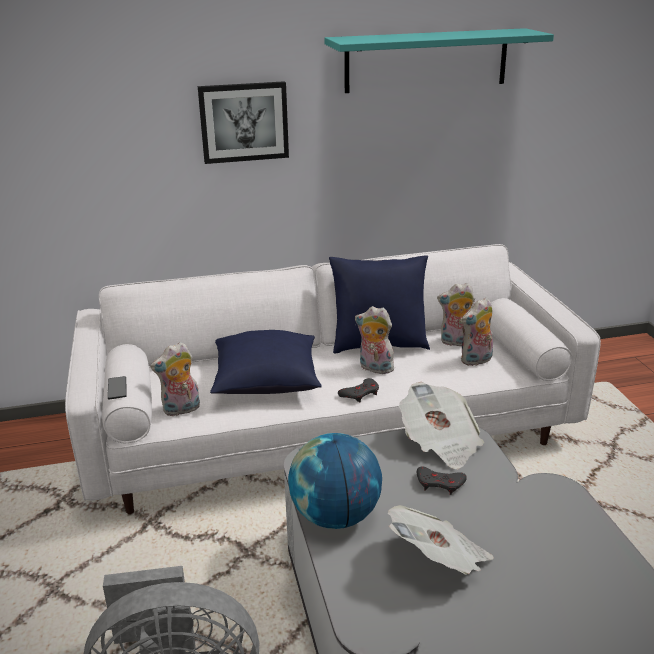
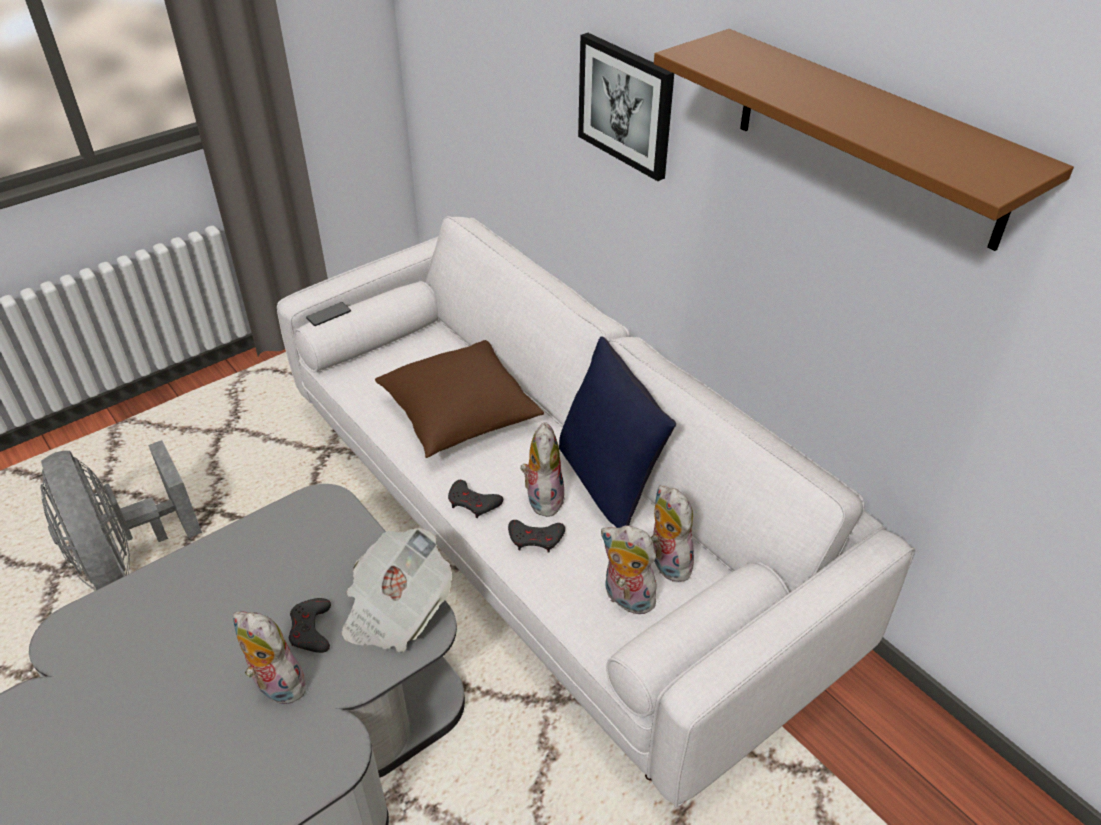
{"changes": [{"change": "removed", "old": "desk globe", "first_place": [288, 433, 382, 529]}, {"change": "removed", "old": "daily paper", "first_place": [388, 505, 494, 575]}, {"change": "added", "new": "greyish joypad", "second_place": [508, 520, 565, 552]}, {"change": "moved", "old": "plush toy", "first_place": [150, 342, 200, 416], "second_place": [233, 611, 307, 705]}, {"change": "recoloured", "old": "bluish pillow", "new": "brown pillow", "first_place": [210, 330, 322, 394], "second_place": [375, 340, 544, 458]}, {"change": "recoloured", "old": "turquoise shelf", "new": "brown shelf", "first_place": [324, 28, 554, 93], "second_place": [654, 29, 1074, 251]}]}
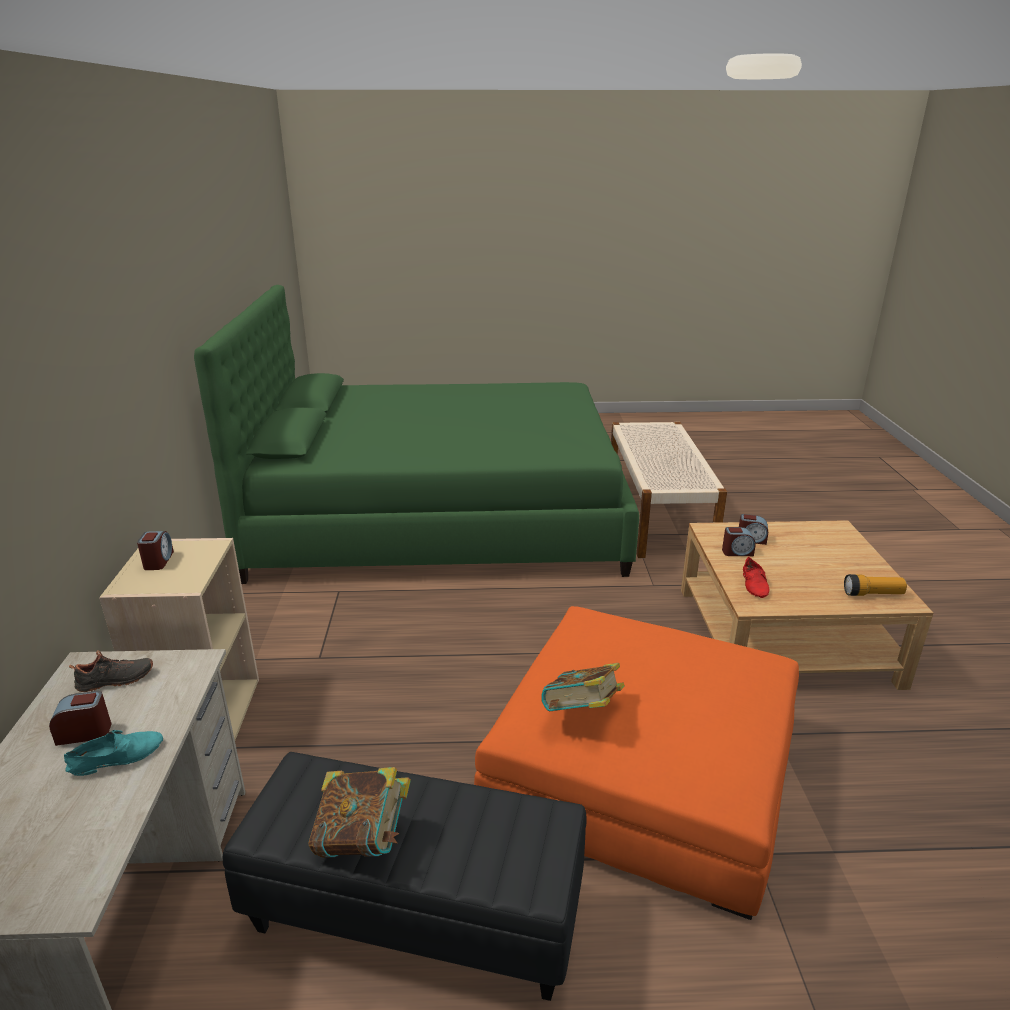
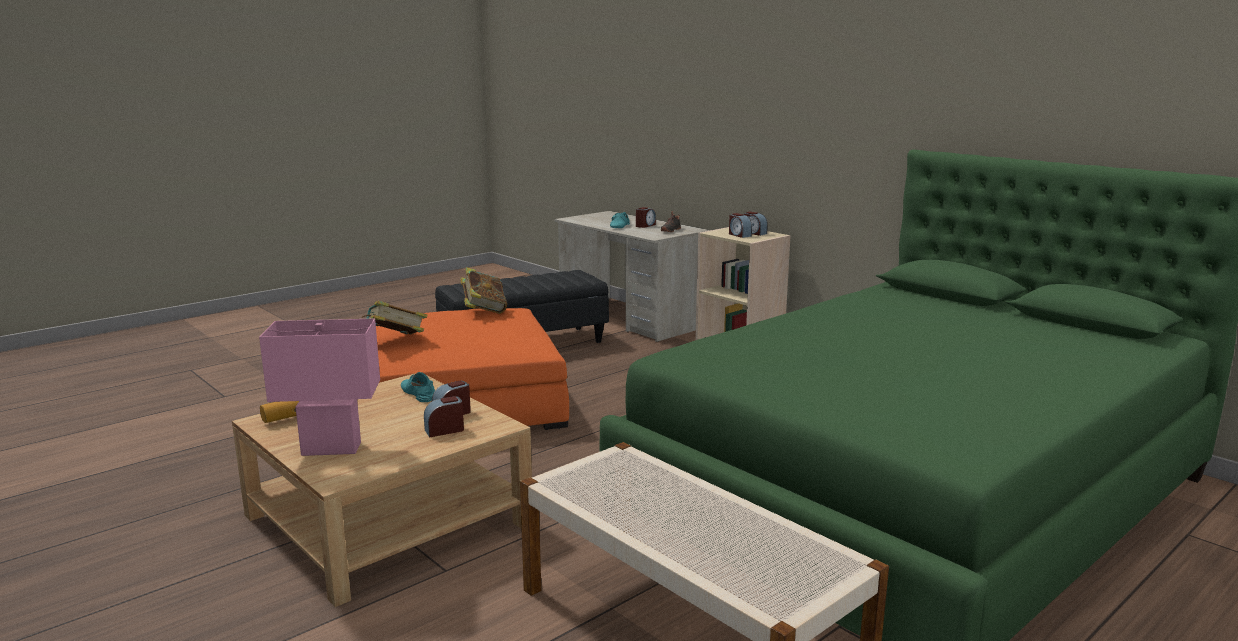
{"changes": [{"change": "added", "new": "pink-coloured table lamp", "second_place": [259, 319, 380, 456]}, {"change": "added", "new": "table clock", "second_place": [729, 213, 752, 238]}, {"change": "moved", "old": "volume", "first_place": [309, 767, 411, 858], "second_place": [362, 301, 427, 334]}, {"change": "recoloured", "old": "red-coloured item of footwear", "new": "turquoise item of footwear", "first_place": [743, 557, 769, 598], "second_place": [401, 372, 435, 402]}]}
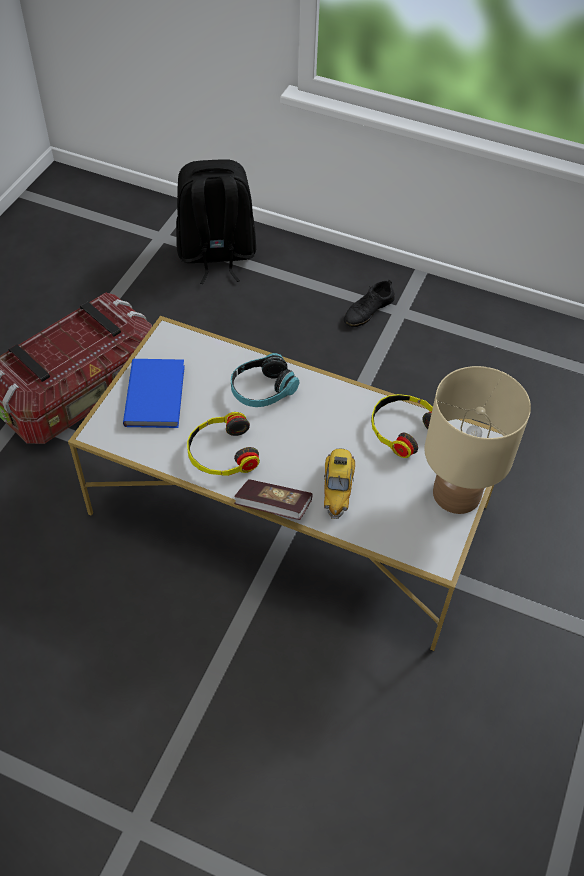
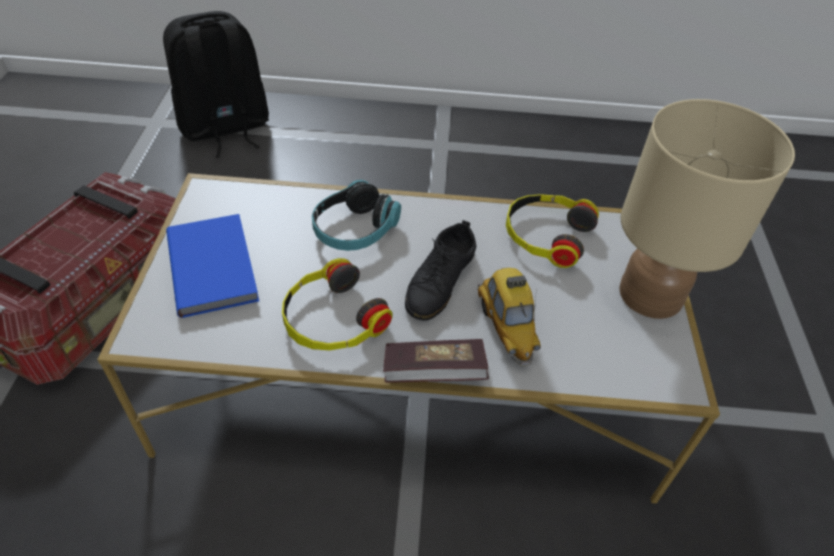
{"changes": [{"change": "moved", "old": "black item of footwear", "first_place": [344, 280, 395, 327], "second_place": [405, 220, 476, 321]}]}
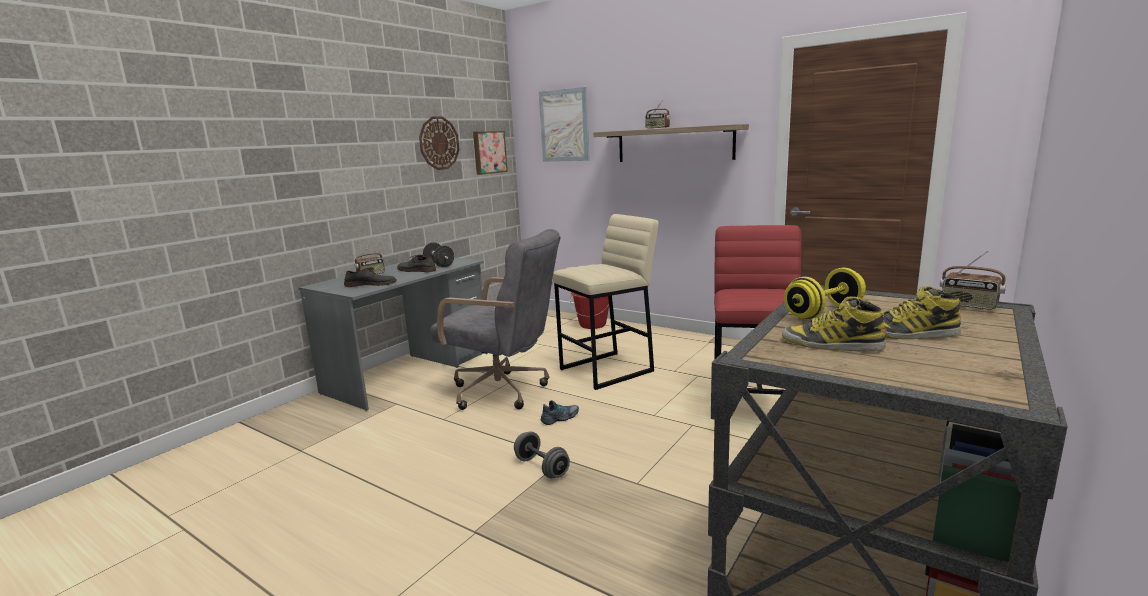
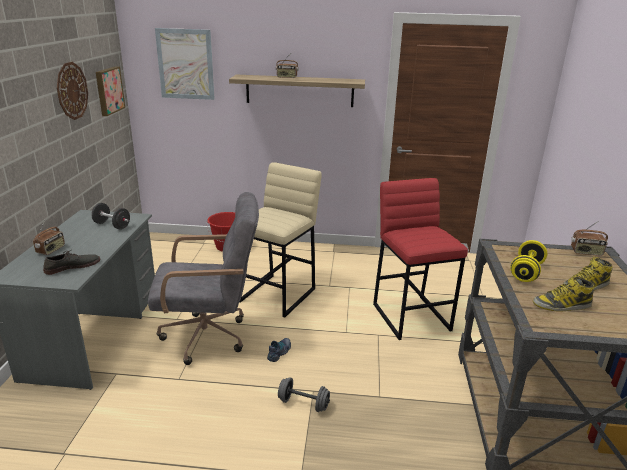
{"changes": [{"change": "removed", "old": "greyish item of footwear", "first_place": [397, 255, 436, 272]}]}
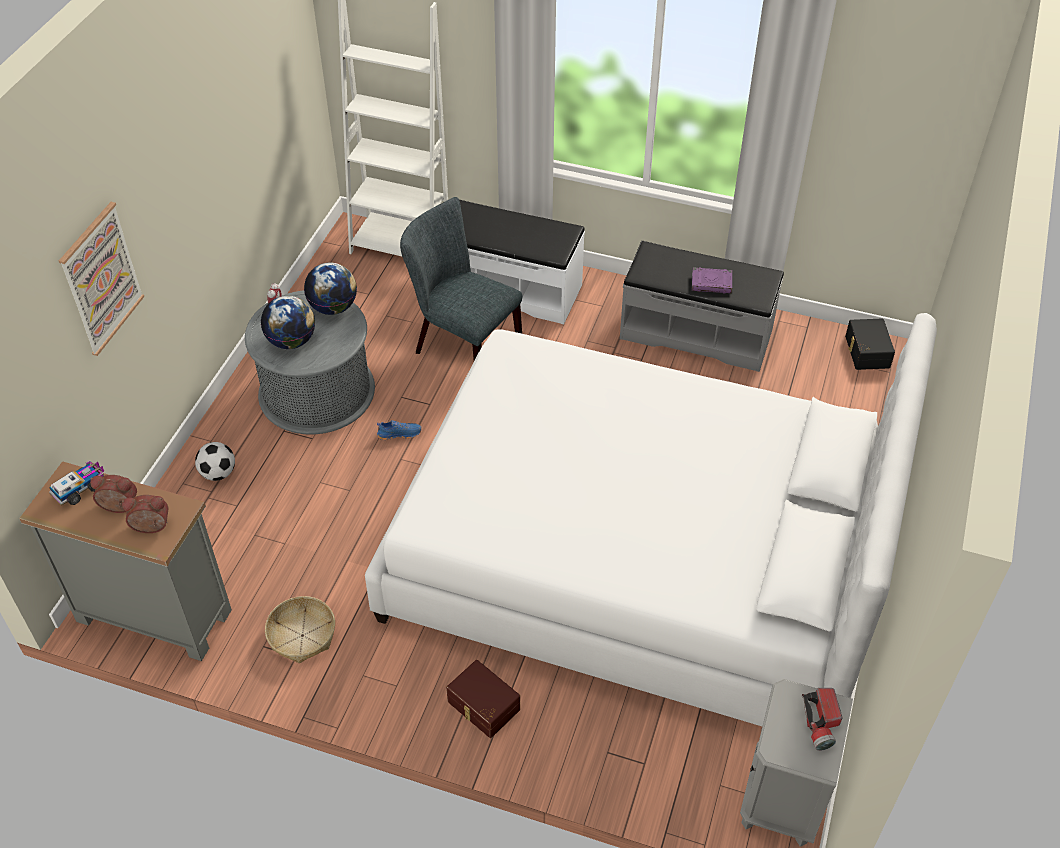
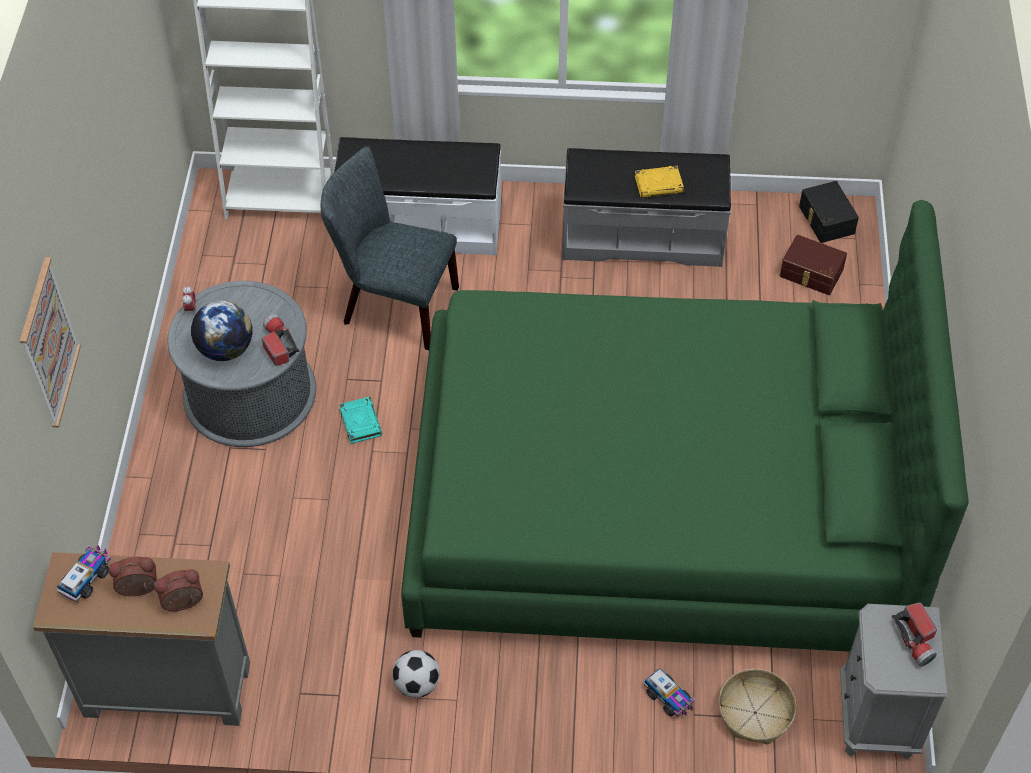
{"changes": [{"change": "removed", "old": "desk globe", "first_place": [304, 263, 357, 315]}, {"change": "added", "new": "torch", "second_place": [262, 314, 300, 366]}, {"change": "added", "new": "toy lorry", "second_place": [643, 668, 695, 717]}, {"change": "moved", "old": "football", "first_place": [195, 442, 235, 481], "second_place": [393, 650, 440, 698]}, {"change": "moved", "old": "storage basket", "first_place": [265, 596, 335, 663], "second_place": [718, 669, 797, 745]}, {"change": "moved", "old": "brown storage bin", "first_place": [446, 660, 520, 738], "second_place": [780, 235, 847, 295]}, {"change": "replaced", "old": "bluish item of footwear", "new": "turquoise volume", "first_place": [377, 420, 421, 440], "second_place": [339, 397, 382, 444]}, {"change": "recoloured", "old": "white bed", "new": "green-coloured bed", "first_place": [365, 313, 937, 726], "second_place": [401, 200, 969, 652]}, {"change": "recoloured", "old": "purple-coloured volume", "new": "yellow volume", "first_place": [692, 268, 732, 293], "second_place": [635, 166, 684, 198]}]}
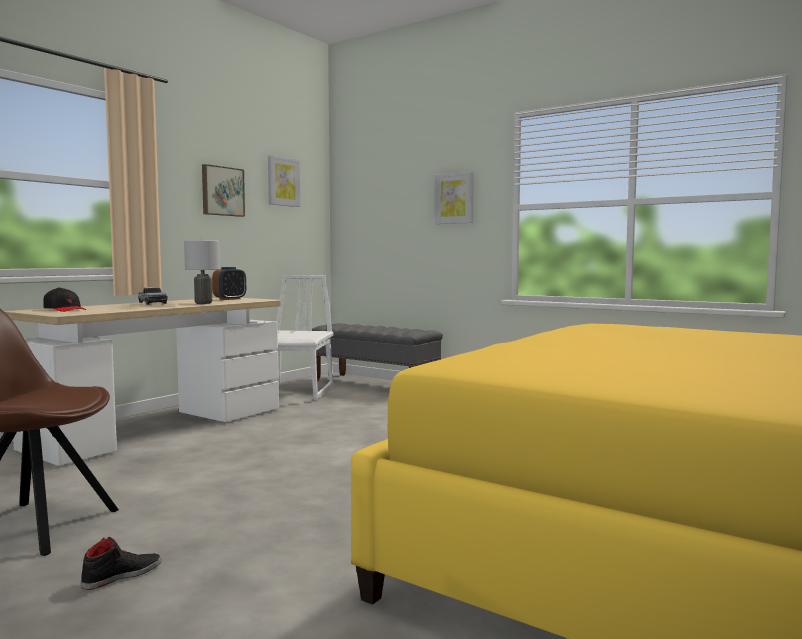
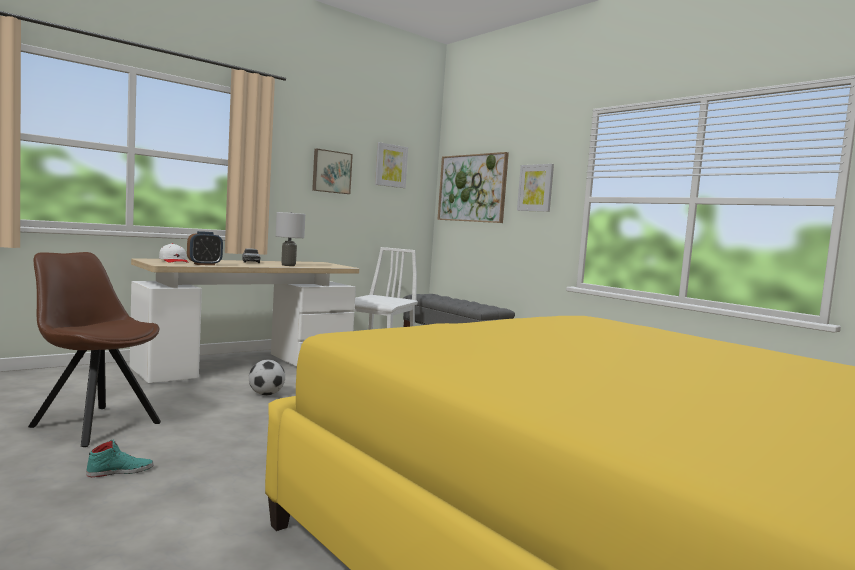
{"changes": [{"change": "added", "new": "football", "second_place": [249, 360, 285, 395]}, {"change": "added", "new": "wall art", "second_place": [437, 152, 509, 223]}, {"change": "moved", "old": "table clock", "first_place": [212, 267, 246, 300], "second_place": [187, 231, 223, 265]}, {"change": "recoloured", "old": "black peaked cap", "new": "white peaked cap", "first_place": [43, 287, 86, 312], "second_place": [159, 243, 189, 263]}, {"change": "recoloured", "old": "black item of footwear", "new": "turquoise item of footwear", "first_place": [81, 537, 161, 590], "second_place": [86, 440, 154, 477]}]}
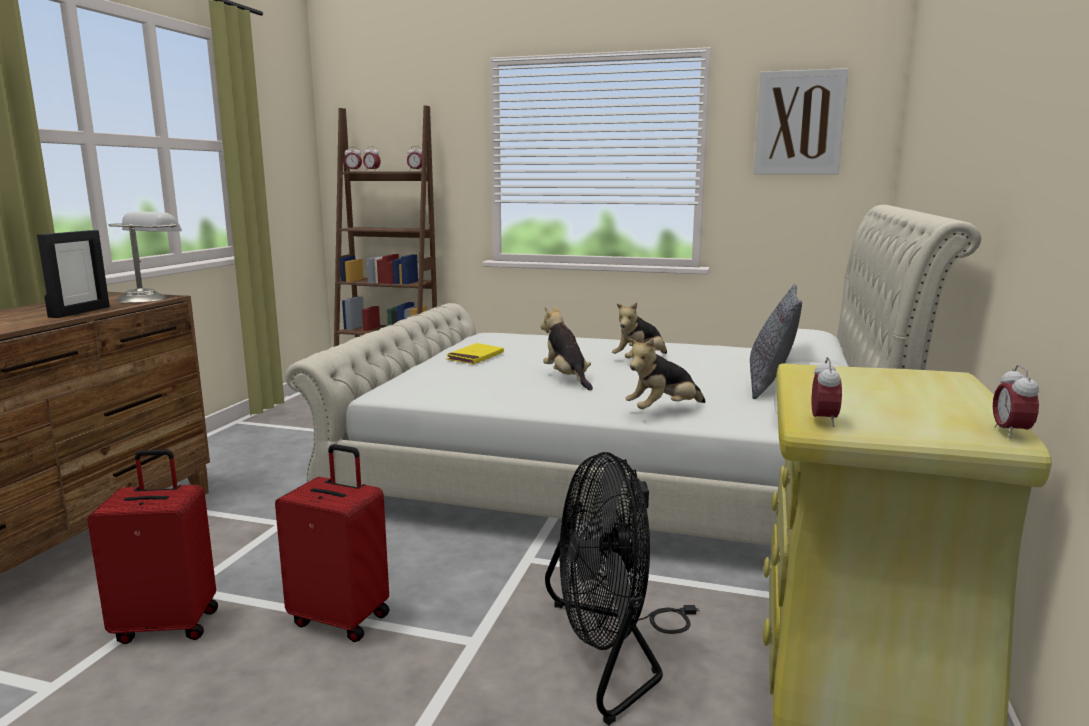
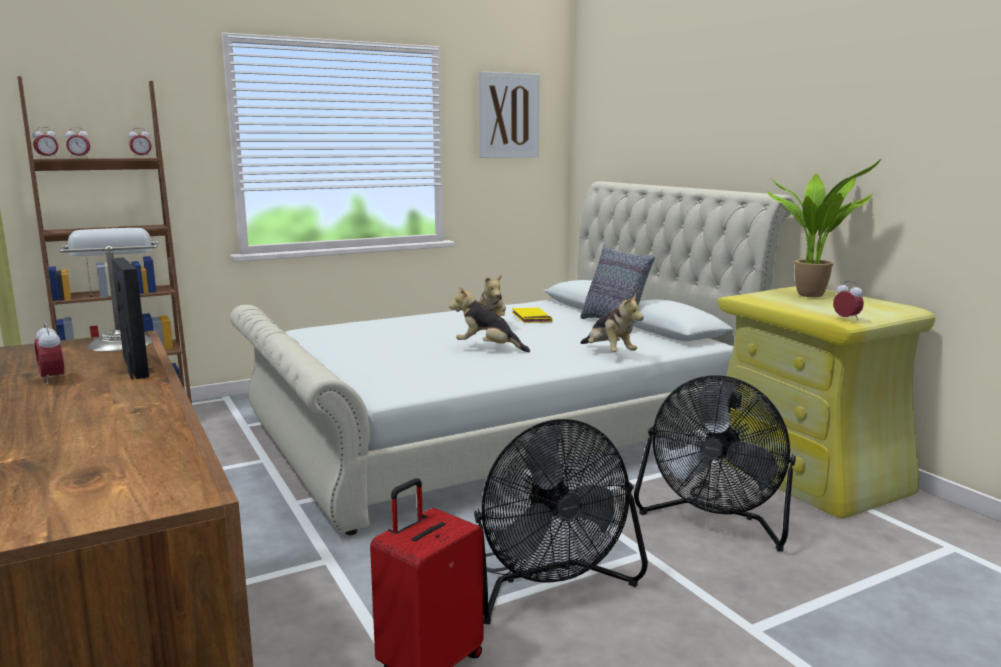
{"changes": [{"change": "added", "new": "potted plant", "second_place": [767, 158, 882, 297]}, {"change": "moved", "old": "yellow volume", "first_place": [446, 343, 504, 364], "second_place": [512, 308, 552, 323]}, {"change": "moved", "old": "table clock", "first_place": [993, 365, 1039, 438], "second_place": [35, 322, 64, 385]}, {"change": "replaced", "old": "red-coloured piece of luggage", "new": "black electric fan", "first_place": [275, 444, 390, 642], "second_place": [474, 419, 648, 624]}, {"change": "turned", "old": "plush toy", "first_place": [625, 338, 706, 409], "second_place": [581, 294, 644, 352], "degrees": -45}]}
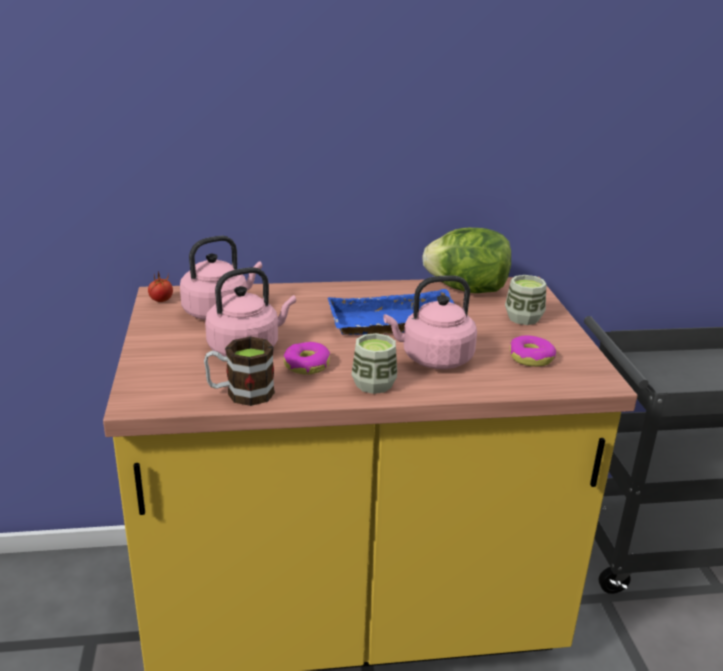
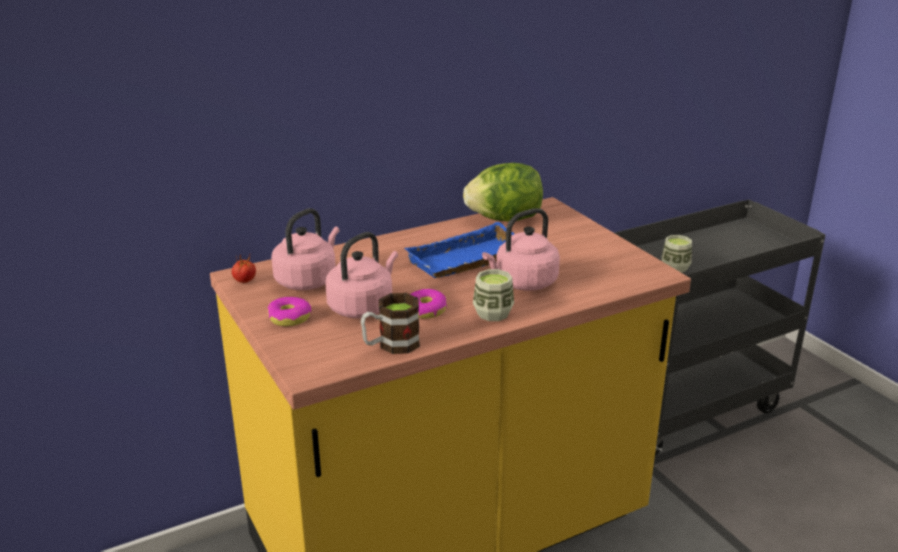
{"changes": [{"change": "moved", "old": "drinking cup", "first_place": [505, 275, 547, 325], "second_place": [661, 235, 692, 273]}, {"change": "moved", "old": "doughnut", "first_place": [510, 335, 556, 367], "second_place": [268, 297, 311, 326]}]}
